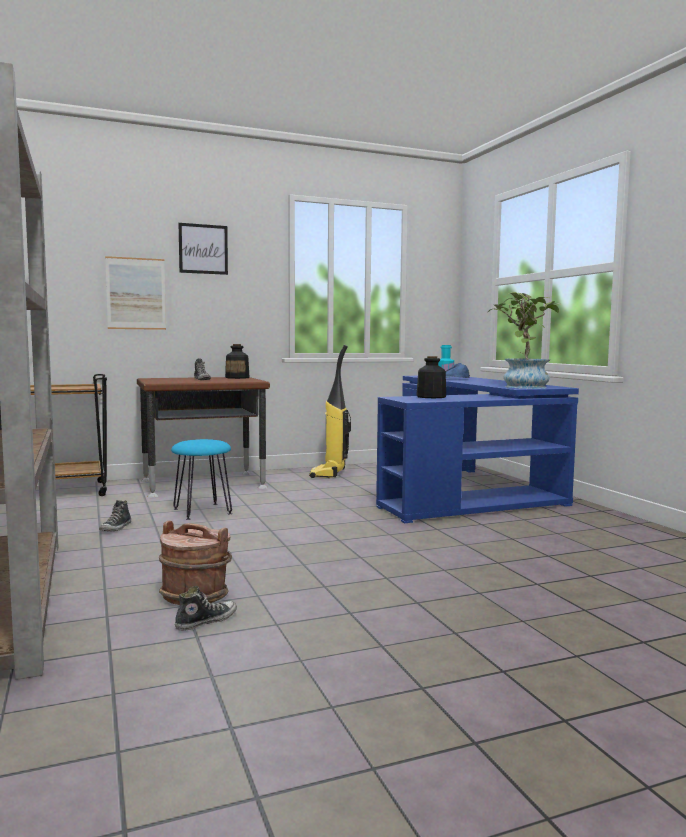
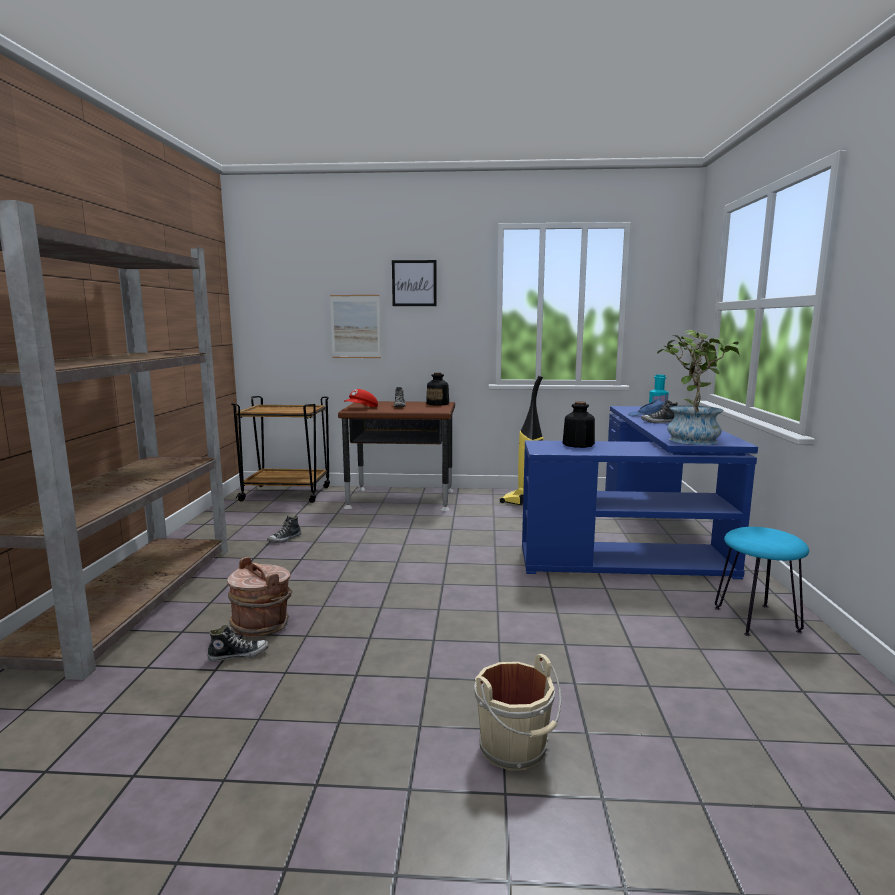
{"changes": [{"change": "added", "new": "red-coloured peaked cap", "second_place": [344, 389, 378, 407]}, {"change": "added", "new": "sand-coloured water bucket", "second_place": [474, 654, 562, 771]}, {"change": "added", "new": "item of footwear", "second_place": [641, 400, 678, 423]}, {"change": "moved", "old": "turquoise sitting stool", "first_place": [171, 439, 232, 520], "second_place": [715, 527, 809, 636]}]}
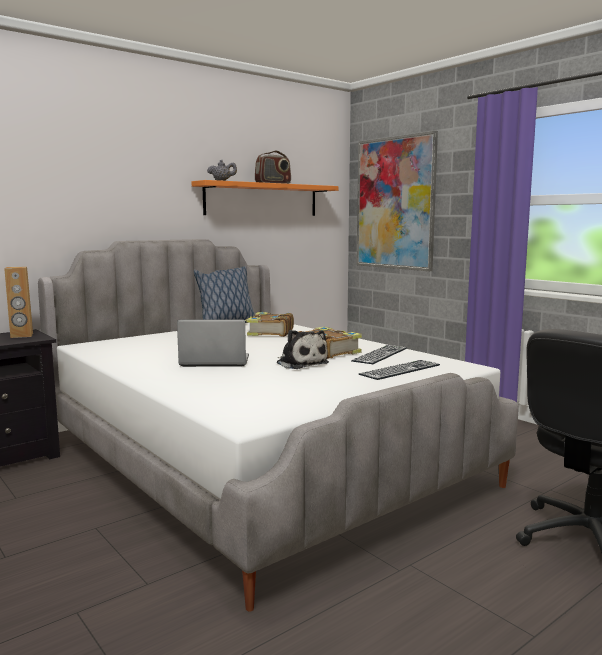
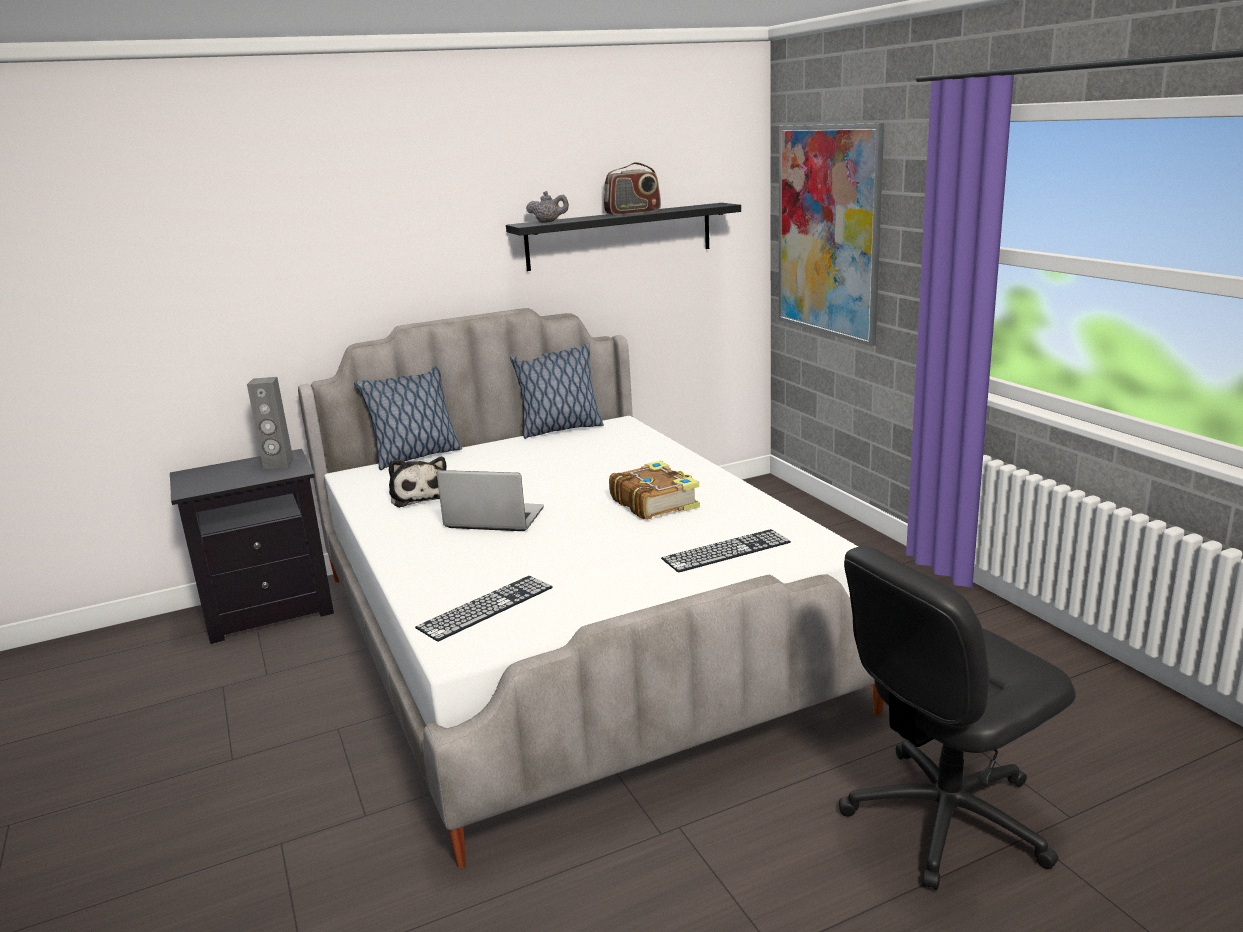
{"changes": [{"change": "removed", "old": "volume", "first_place": [245, 312, 294, 337]}, {"change": "added", "new": "pillow", "second_place": [354, 366, 462, 470]}, {"change": "moved", "old": "plush toy", "first_place": [276, 330, 329, 369], "second_place": [389, 457, 446, 508]}, {"change": "moved", "old": "keyboard", "first_place": [351, 345, 407, 364], "second_place": [415, 576, 553, 642]}, {"change": "recoloured", "old": "brown speaker", "new": "greyish speaker", "first_place": [4, 267, 33, 338], "second_place": [247, 377, 293, 469]}, {"change": "recoloured", "old": "orange-coloured shelf", "new": "black shelf", "first_place": [192, 180, 339, 216], "second_place": [506, 203, 741, 271]}]}
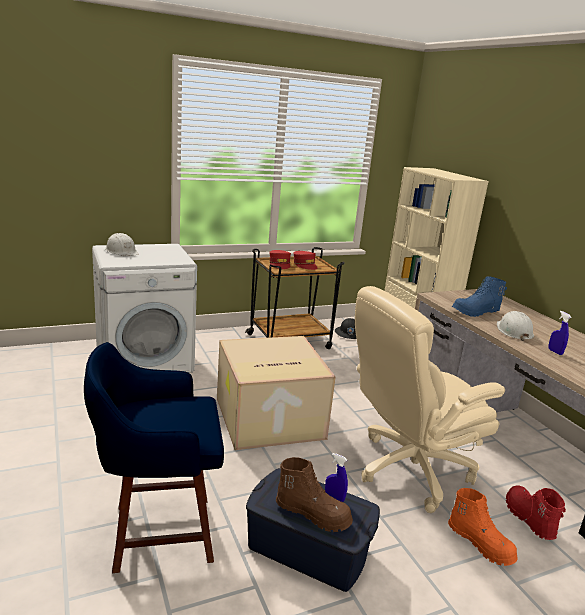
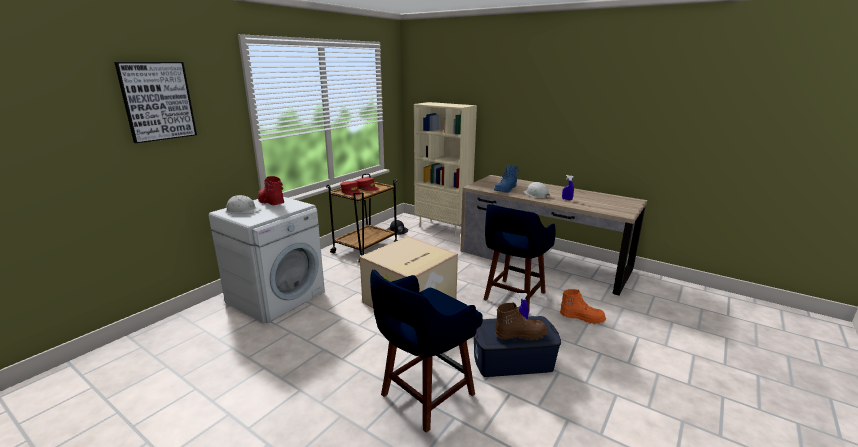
{"changes": [{"change": "added", "new": "wall art", "second_place": [114, 62, 197, 143]}, {"change": "moved", "old": "red-coloured boot", "first_place": [506, 485, 566, 540], "second_place": [258, 176, 284, 205]}, {"change": "replaced", "old": "sand-coloured office chair", "new": "bluish sitting stool", "first_place": [355, 286, 505, 513], "second_place": [483, 204, 555, 309]}]}
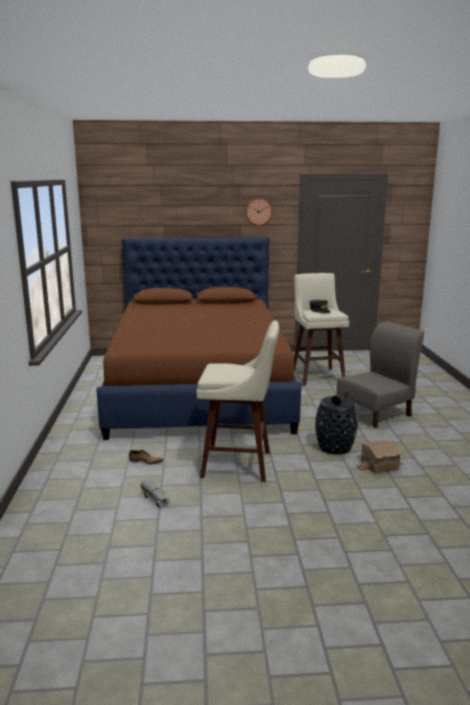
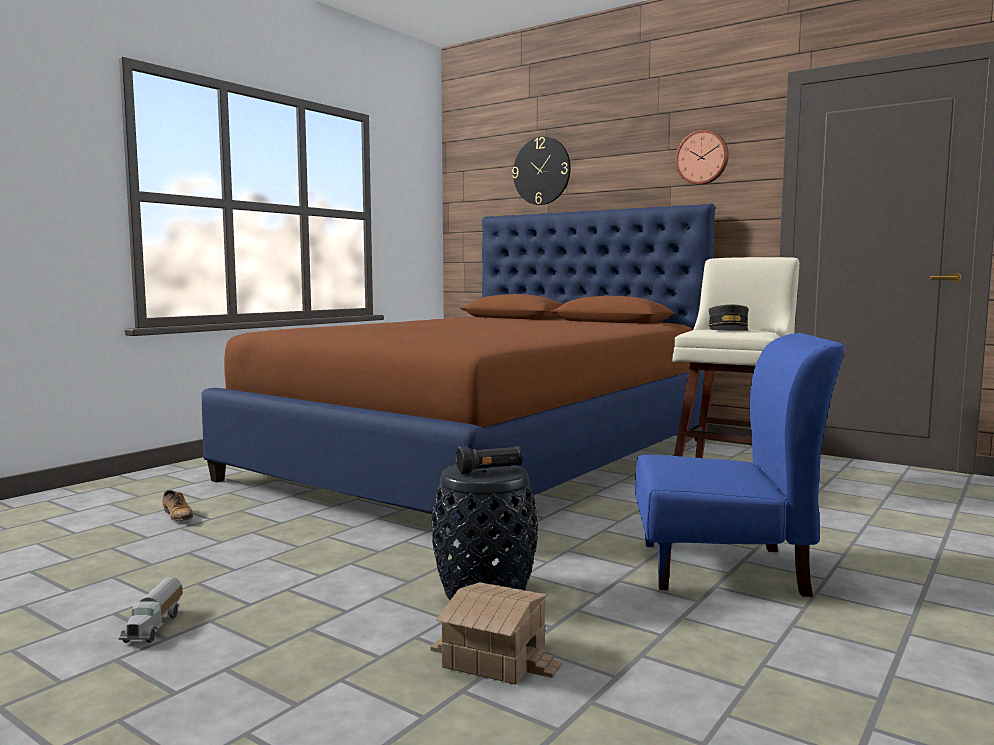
{"changes": [{"change": "removed", "old": "sand-coloured sitting stool", "first_place": [197, 320, 279, 482]}, {"change": "added", "new": "clock on the wall", "second_place": [512, 137, 571, 205]}, {"change": "moved", "old": "toy lorry", "first_place": [141, 479, 170, 508], "second_place": [119, 577, 183, 643]}, {"change": "recoloured", "old": "greyish chair", "new": "bluish chair", "first_place": [337, 321, 424, 428], "second_place": [635, 333, 845, 597]}]}
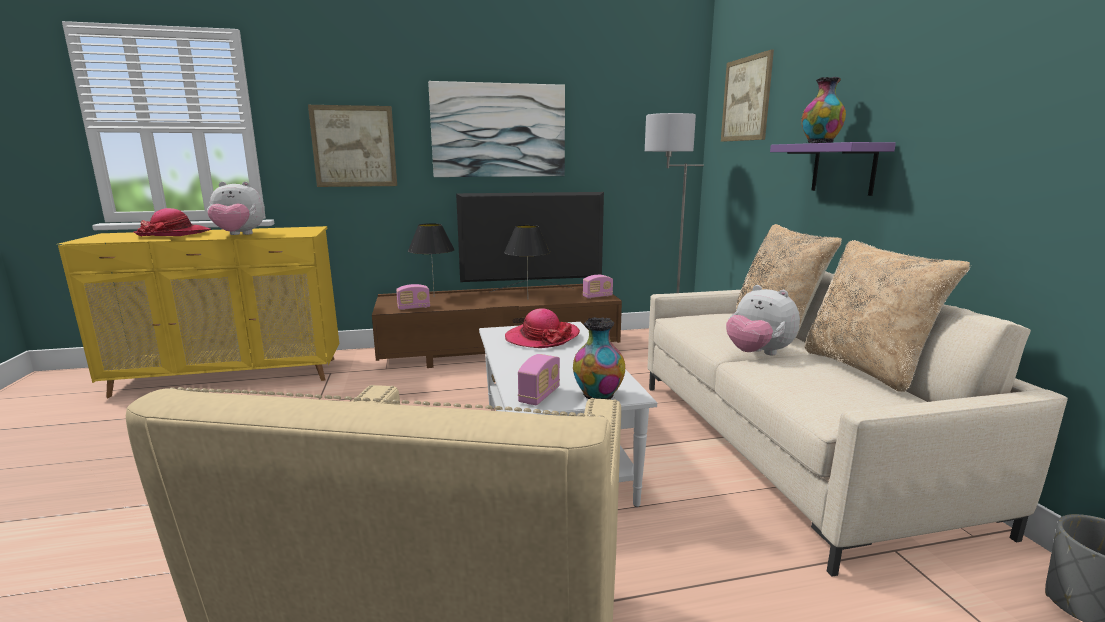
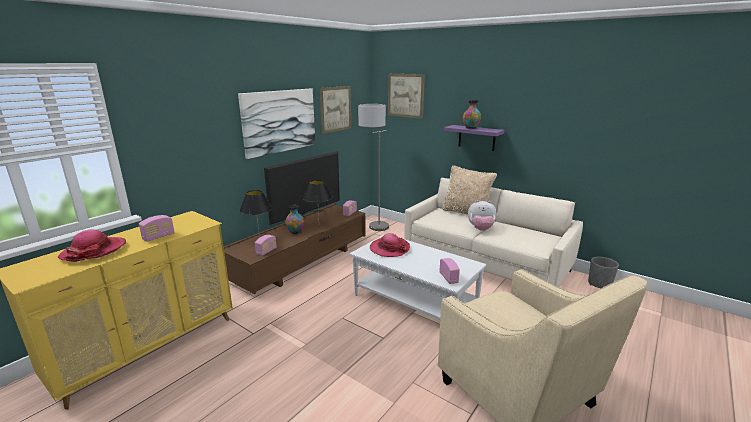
{"changes": [{"change": "removed", "old": "sand-coloured pillow", "first_place": [805, 240, 971, 393]}, {"change": "moved", "old": "wall art", "first_place": [308, 105, 397, 187], "second_place": [320, 86, 351, 134]}, {"change": "moved", "old": "flower vase", "first_place": [573, 317, 625, 399], "second_place": [285, 204, 304, 234]}, {"change": "replaced", "old": "plush toy", "new": "radio set", "first_place": [207, 181, 265, 235], "second_place": [139, 215, 175, 242]}]}
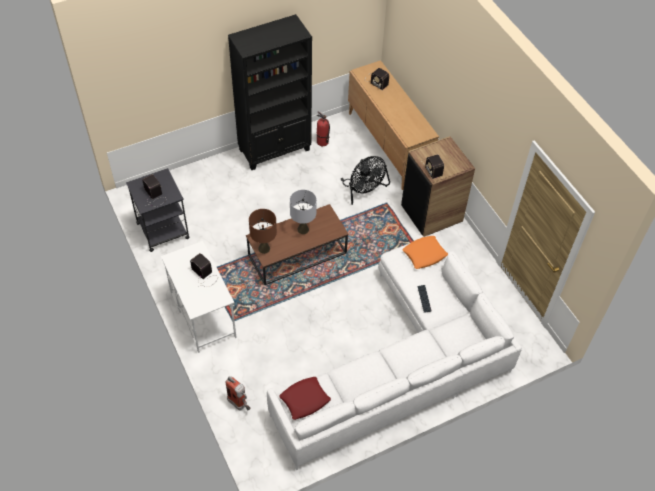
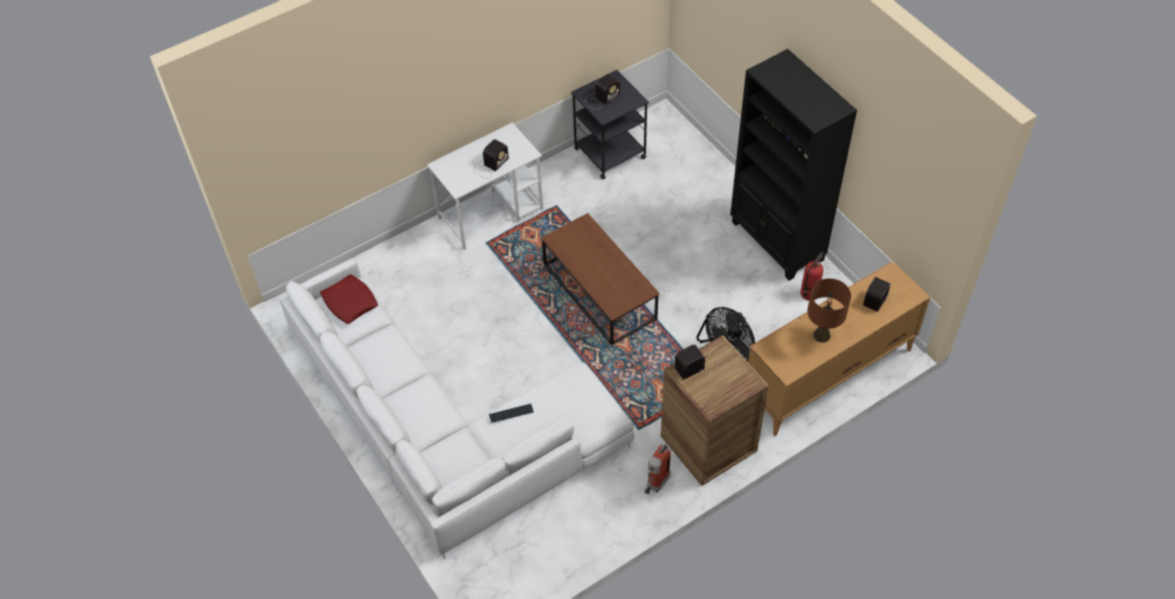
{"changes": [{"change": "removed", "old": "greyish table lamp", "first_place": [290, 190, 317, 234]}, {"change": "removed", "old": "orange-coloured pillow", "first_place": [402, 236, 448, 269]}, {"change": "moved", "old": "extinguisher", "first_place": [226, 377, 250, 411], "second_place": [644, 444, 671, 494]}, {"change": "moved", "old": "brown table lamp", "first_place": [249, 209, 277, 254], "second_place": [807, 278, 851, 343]}]}
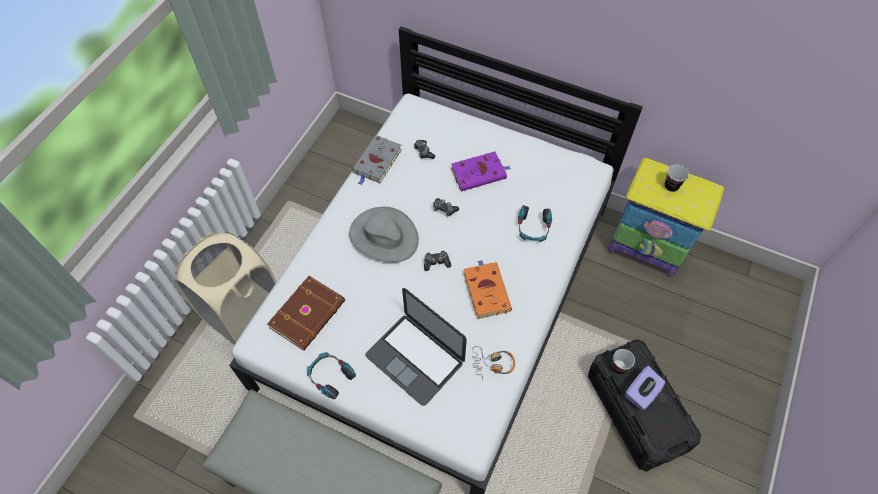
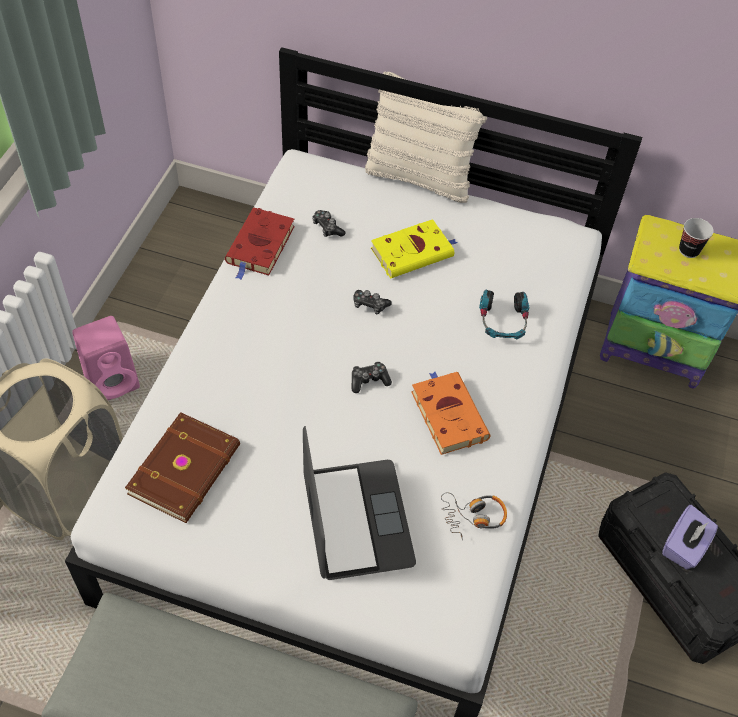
{"changes": [{"change": "removed", "old": "pair of headphones", "first_place": [307, 352, 356, 399]}, {"change": "removed", "old": "greyish hat", "first_place": [349, 207, 419, 263]}, {"change": "removed", "old": "drinking cup", "first_place": [611, 349, 635, 375]}, {"change": "added", "new": "pink-coloured speaker", "second_place": [72, 316, 140, 400]}, {"change": "added", "new": "sand-coloured pillow", "second_place": [365, 72, 487, 203]}, {"change": "recoloured", "old": "greyish volume", "new": "red-coloured volume", "first_place": [352, 135, 402, 185], "second_place": [225, 208, 295, 280]}, {"change": "recoloured", "old": "purple-coloured volume", "new": "yellow volume", "first_place": [451, 151, 511, 191], "second_place": [371, 219, 458, 278]}, {"change": "turned", "old": "laptop", "first_place": [365, 288, 467, 406], "second_place": [303, 426, 416, 580], "degrees": -135}]}
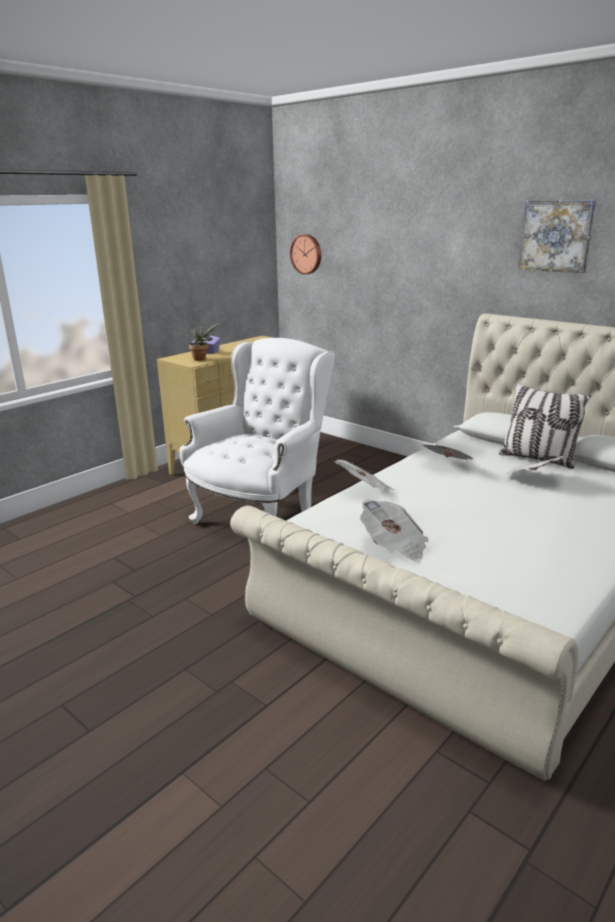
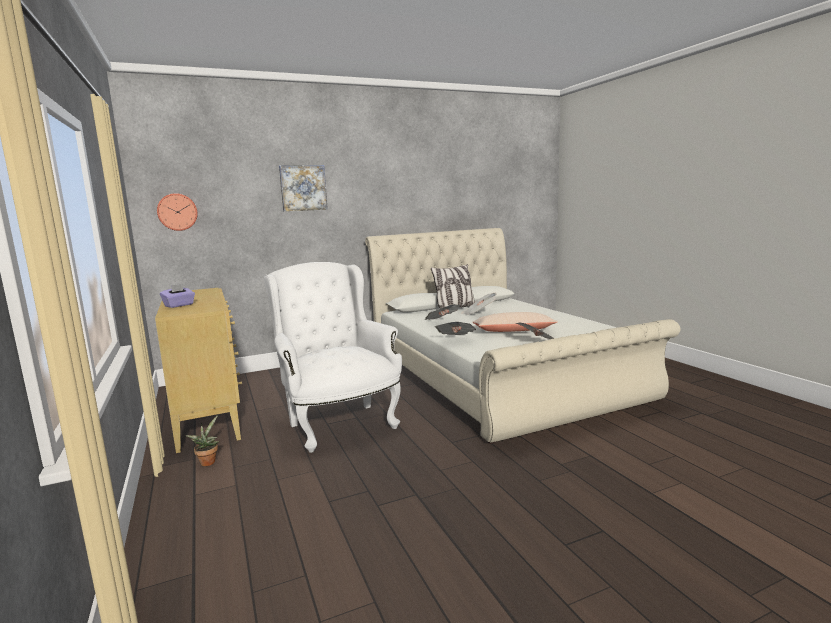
{"changes": [{"change": "added", "new": "sand-coloured pillow", "second_place": [473, 312, 558, 332]}, {"change": "moved", "old": "potted plant", "first_place": [189, 323, 219, 361], "second_place": [186, 415, 219, 466]}, {"change": "moved", "old": "wall art", "first_place": [519, 200, 596, 273], "second_place": [279, 165, 328, 211]}]}
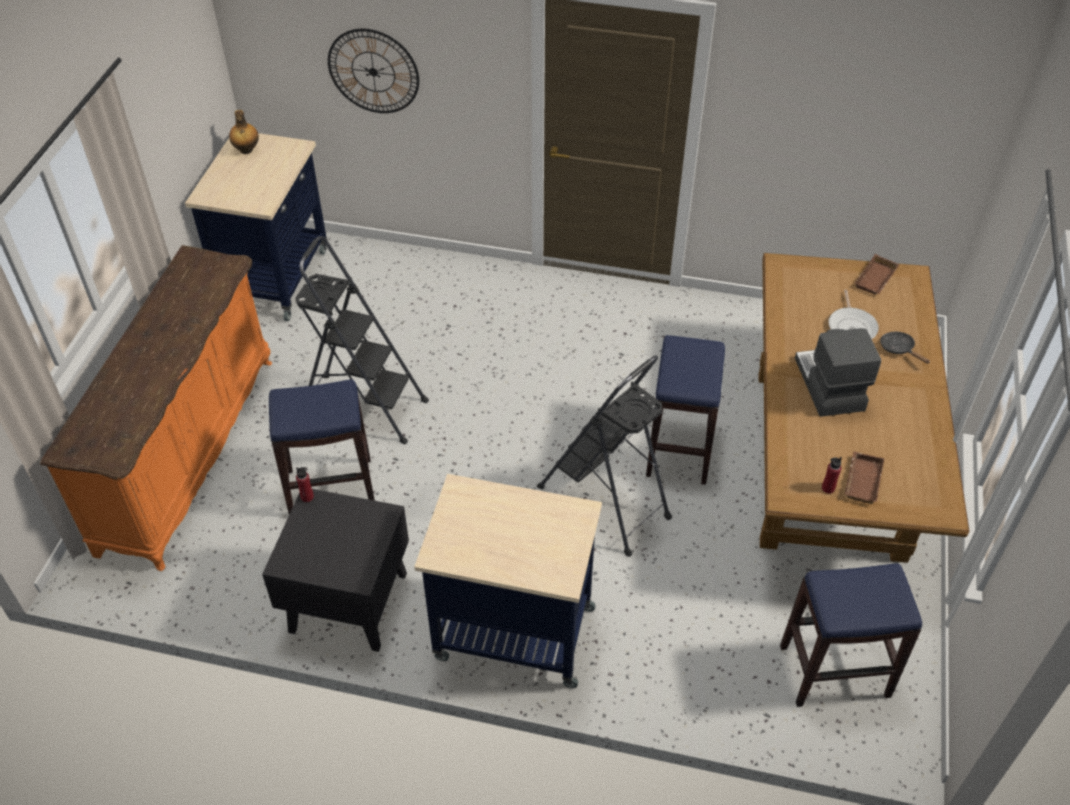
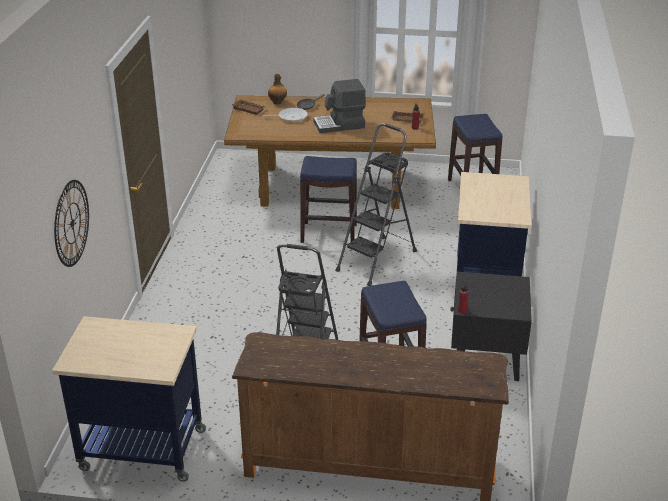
{"changes": [{"change": "moved", "old": "drink bottle", "first_place": [229, 110, 259, 154], "second_place": [268, 74, 287, 104]}]}
